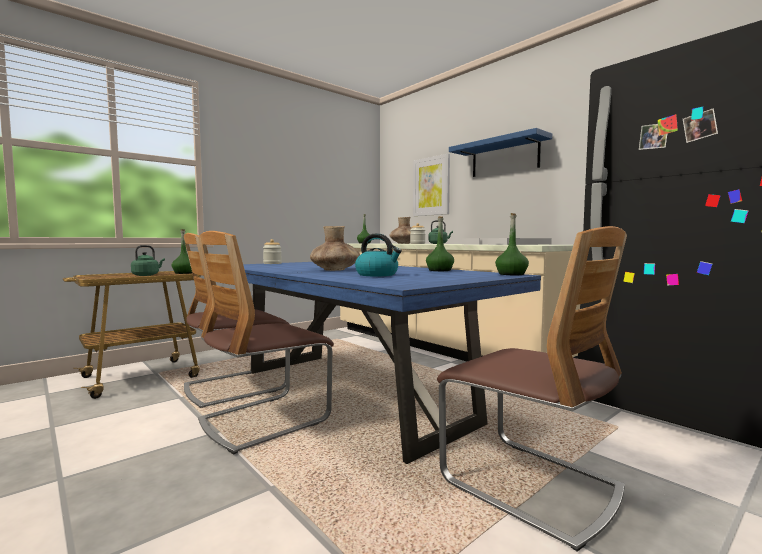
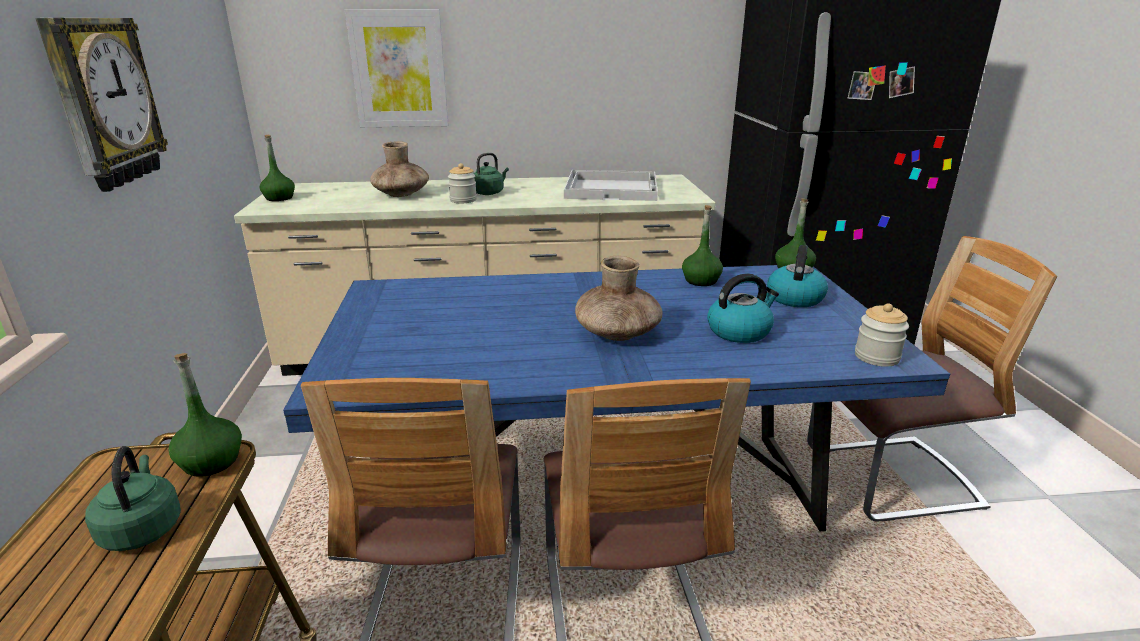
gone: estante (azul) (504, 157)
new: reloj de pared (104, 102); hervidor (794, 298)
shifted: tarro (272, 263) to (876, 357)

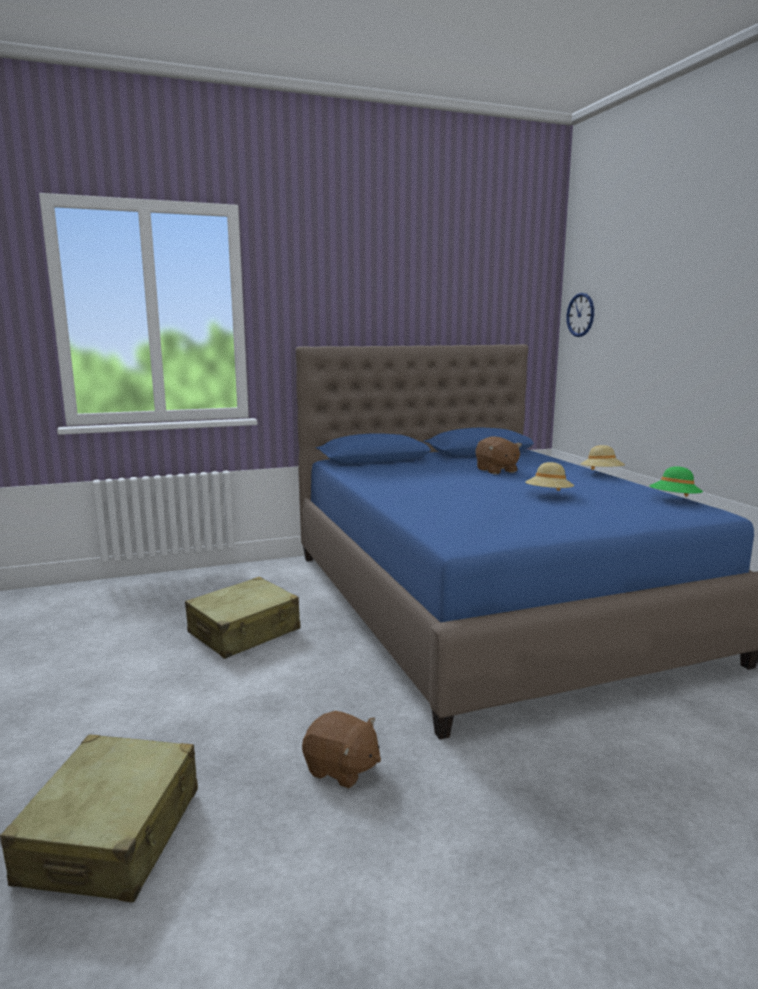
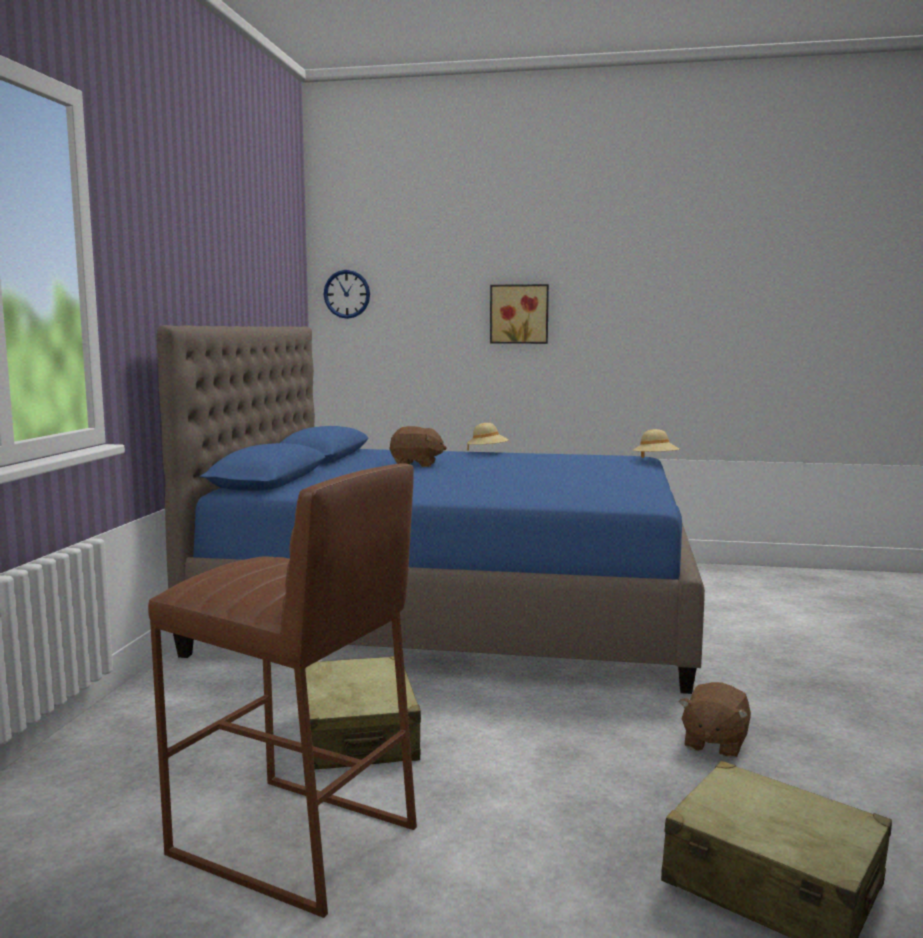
gone: sombrero (verde) (674, 500)
new: taburete (marrón) (293, 842); cuadro (519, 314)
shifted: sombrero (beis) (548, 495) to (655, 461)
rotated: peluche (marrón) (341, 769) = (714, 743) 150 degrees clockwise

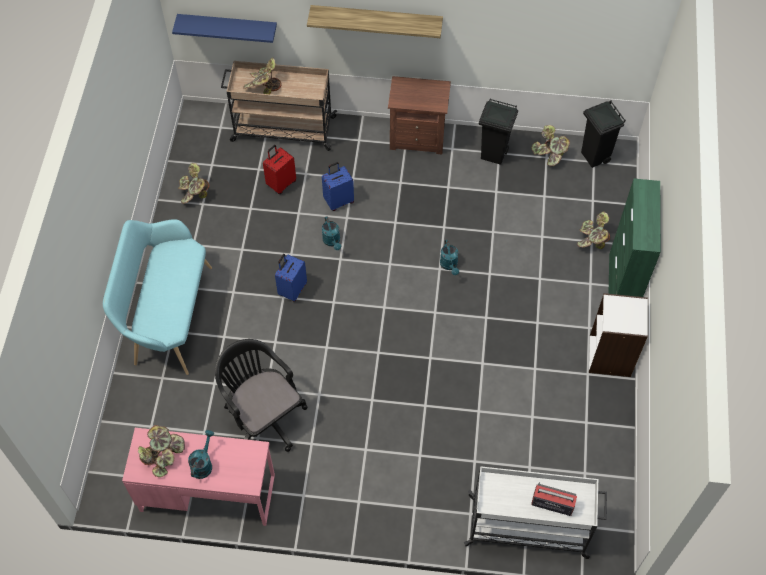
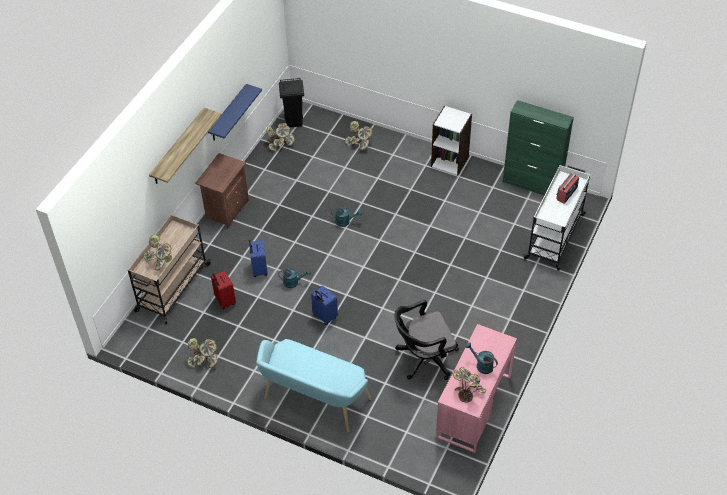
gone: papelera (negro) (494, 154)
shifted: estante (azul) (228, 26) to (228, 113); armario (verde) (620, 288) to (532, 184)

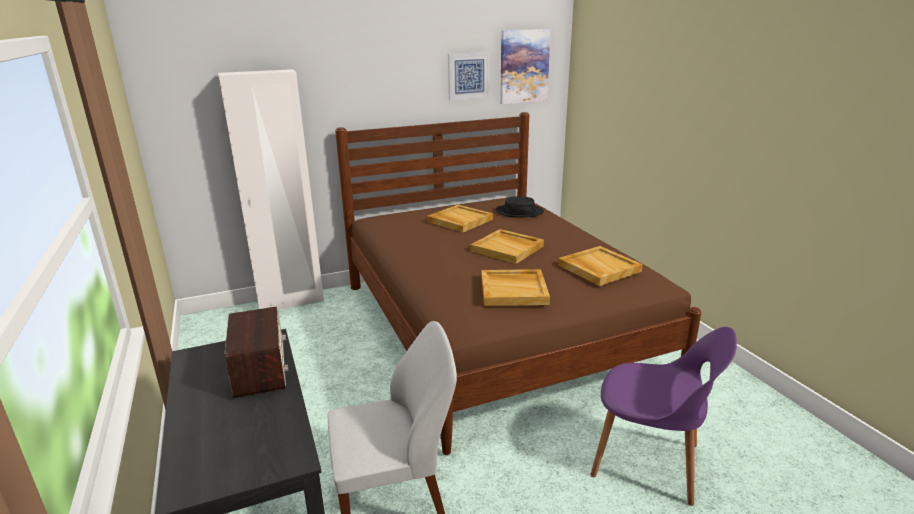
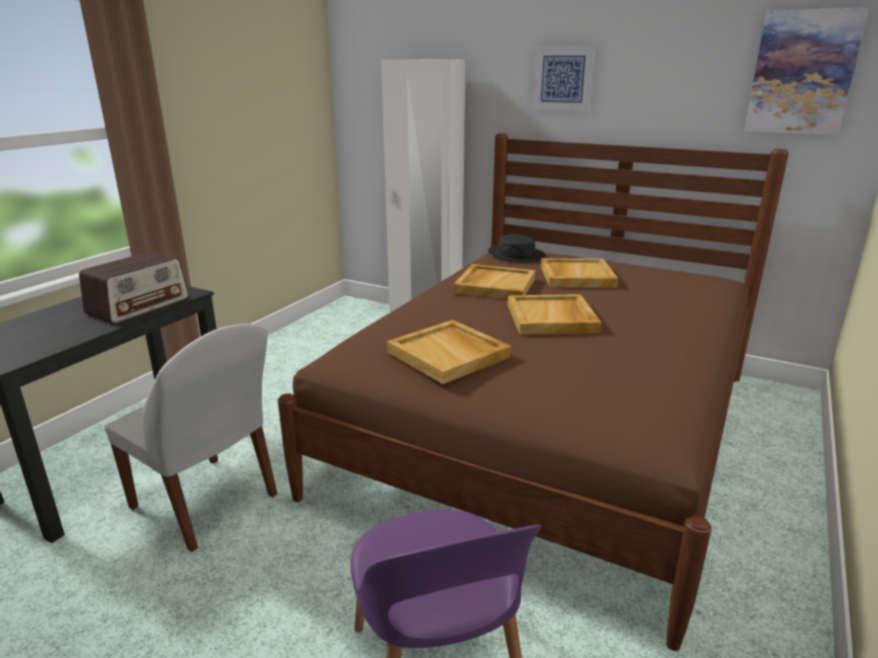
shifted: cuadro (468, 76) to (563, 78); sombrero (negro) (519, 212) to (516, 254); bandeja (beis) (598, 268) to (494, 285)

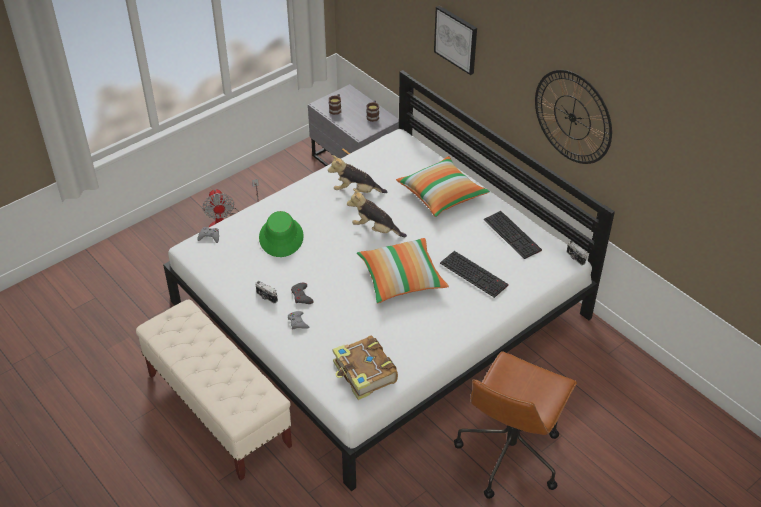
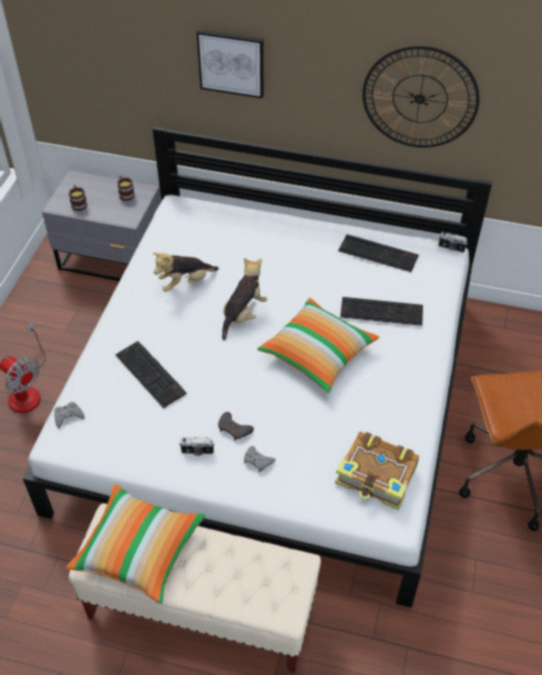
shifted: cojín (442, 195) to (139, 550)
swapped: sombrero (verde) (281, 237) to teclado (152, 374)
rotated: peluche (375, 229) = (243, 314) 135 degrees clockwise

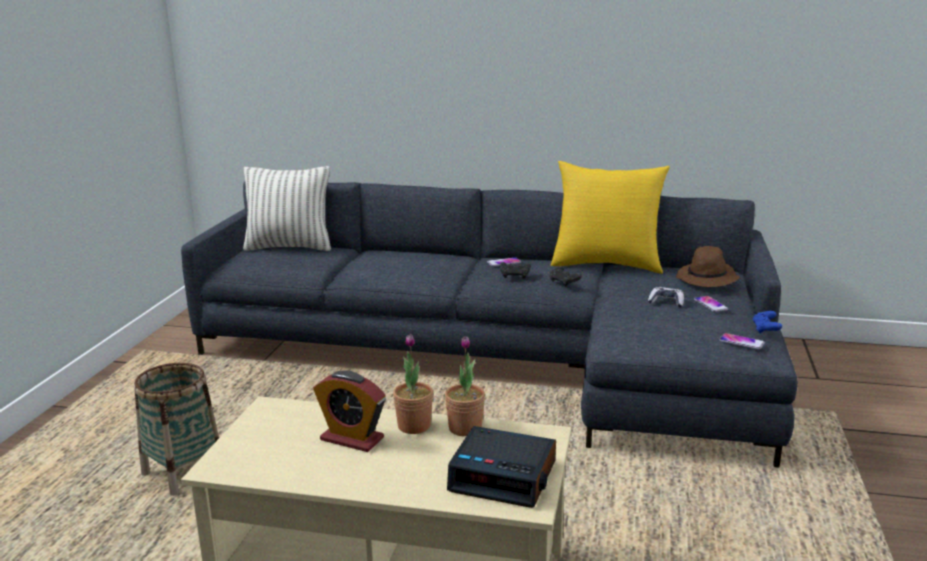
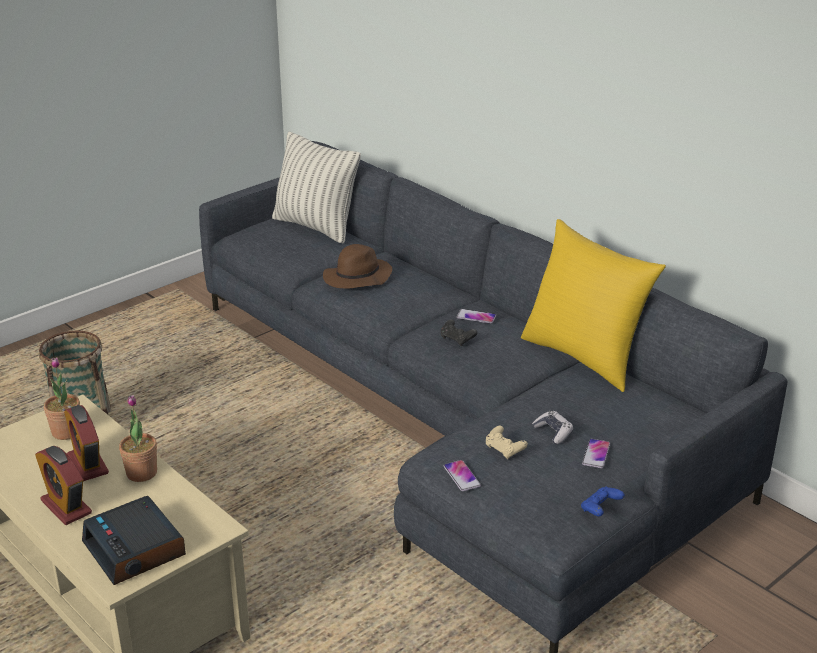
gone: mando de consola (negro) (564, 283)
new: despertador (66, 507); mando de consola (beis) (504, 450)
shifted: planta en maceta (465, 428) to (66, 432); sombrero (marrón) (707, 279) to (357, 278); móvil (741, 342) to (462, 476)

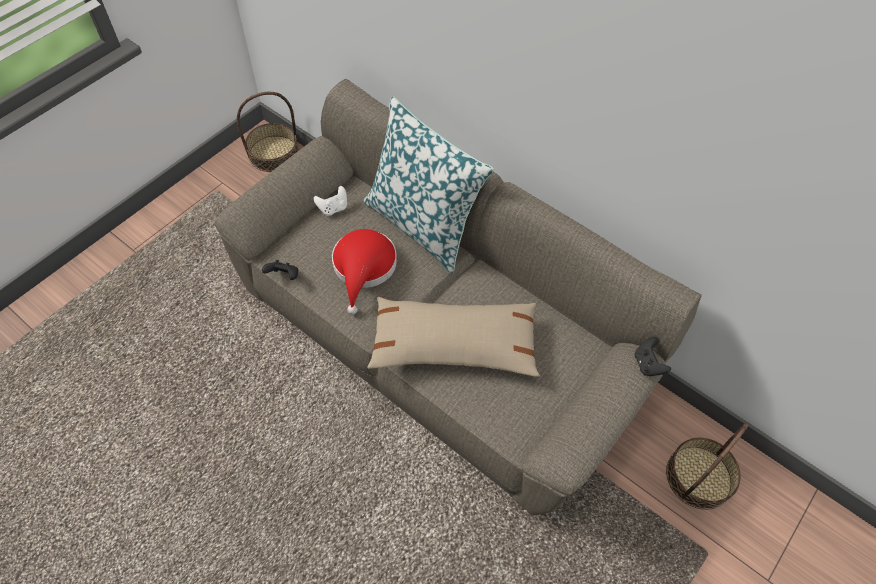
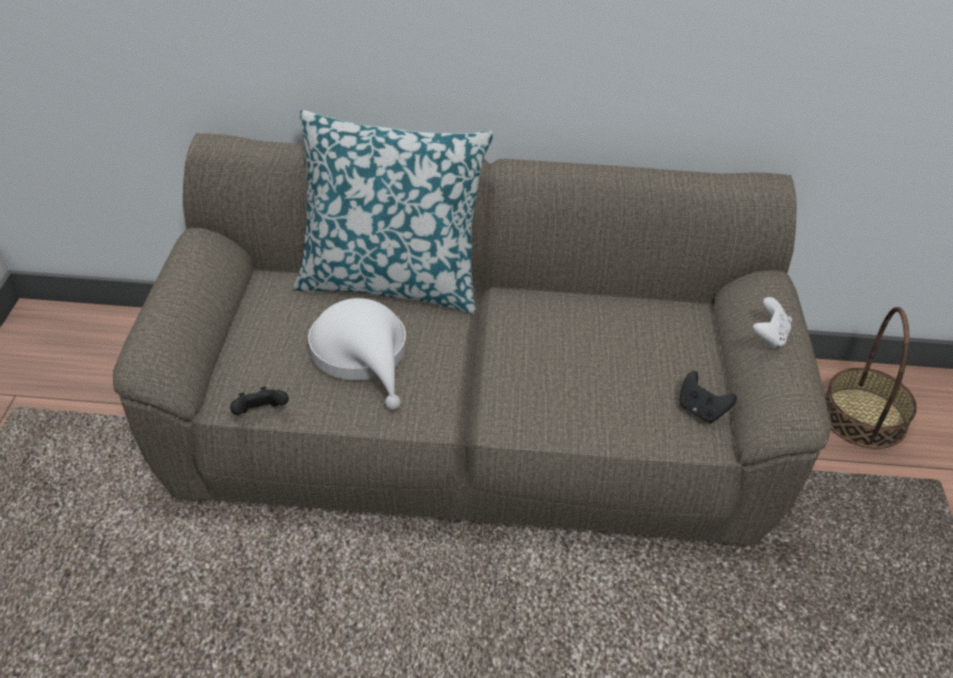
gone: cesta (273, 153); cojín (beis) (453, 344)
shifted: mando de consola (blanco) (333, 208) to (769, 337); mando de consola (negro) (647, 364) to (701, 410)
repainted: sombrero (rojo) (364, 268) to sombrero (blanco) (362, 356)

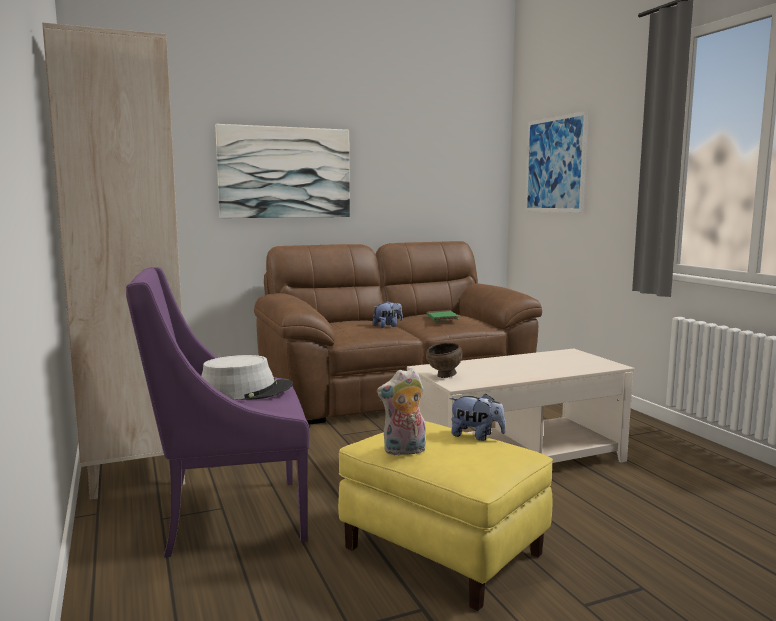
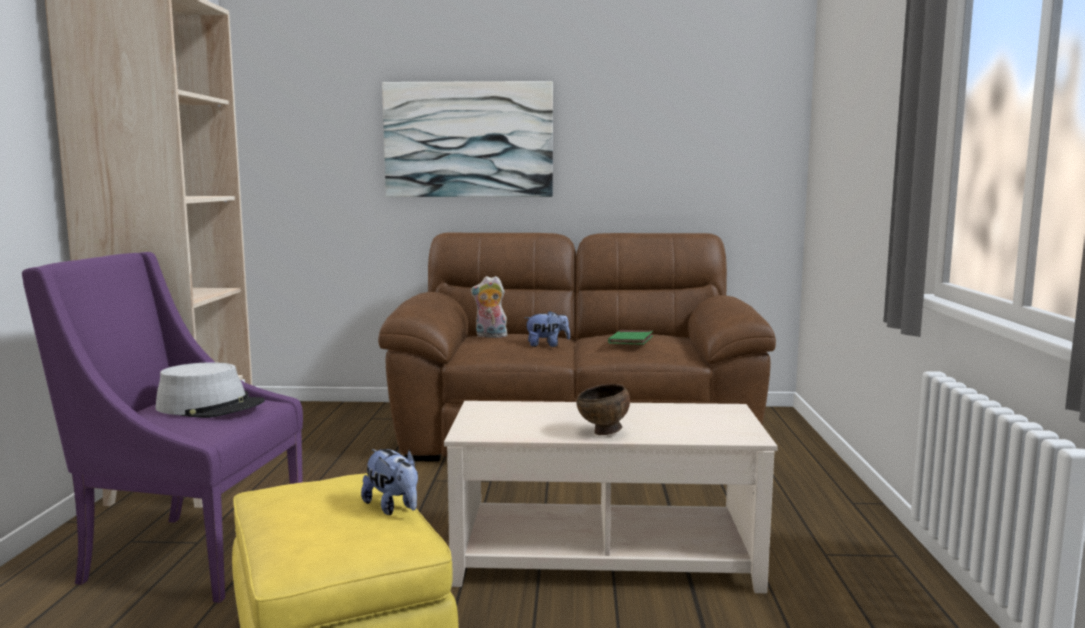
gone: cuadro (554, 164)
shifted: peluche (404, 451) to (490, 336); cuenco (marrón) (444, 376) to (603, 433)

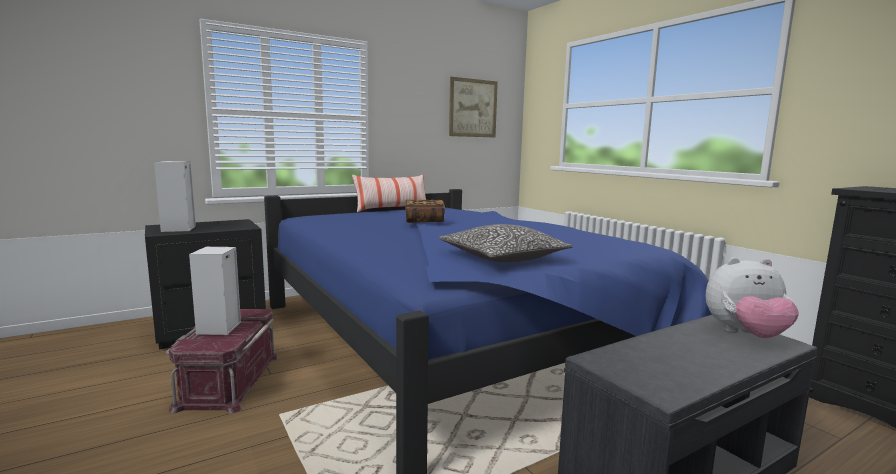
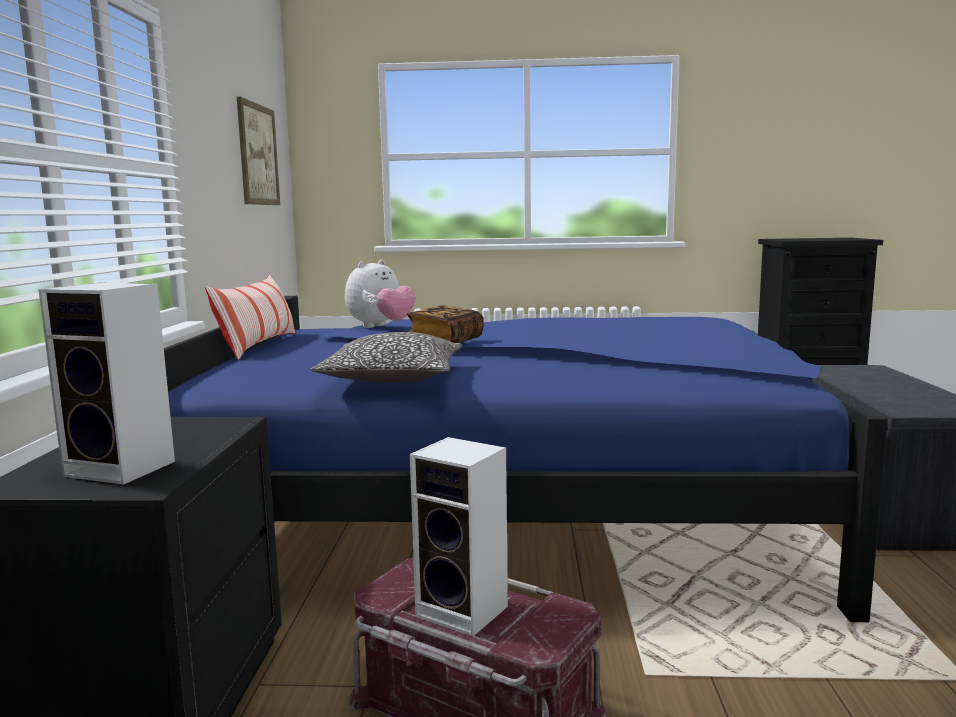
shifted: cojín (503, 257) to (393, 378); peluche (745, 335) to (381, 327)

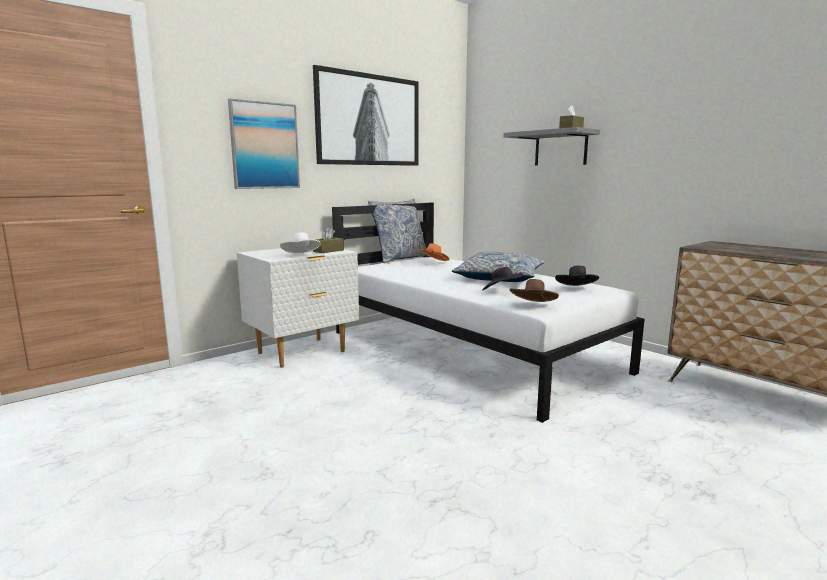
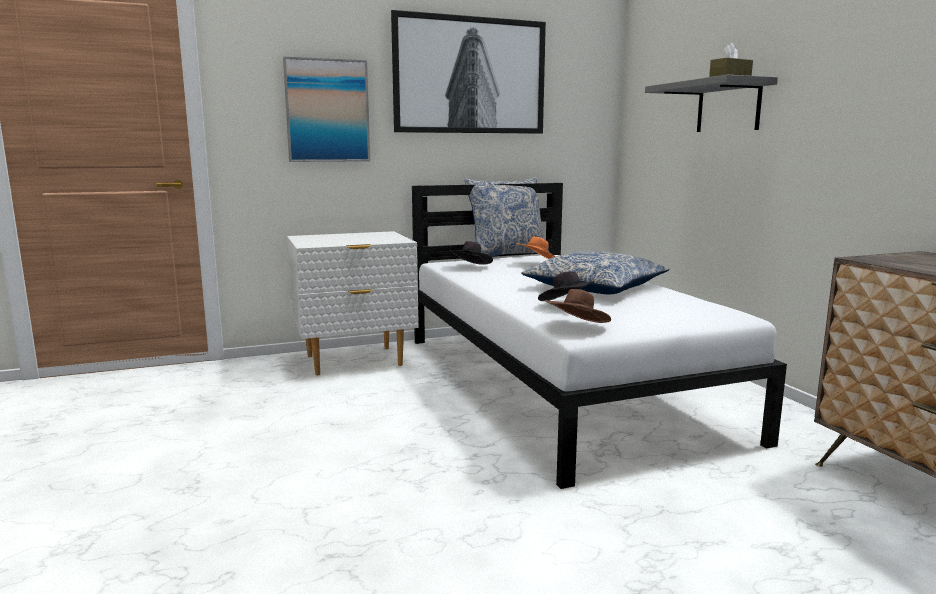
gone: sombrero (blanco) (301, 256); caja de pañuelos (marrón) (328, 251)
shifted: sombrero (negro) (576, 289) to (471, 267)

